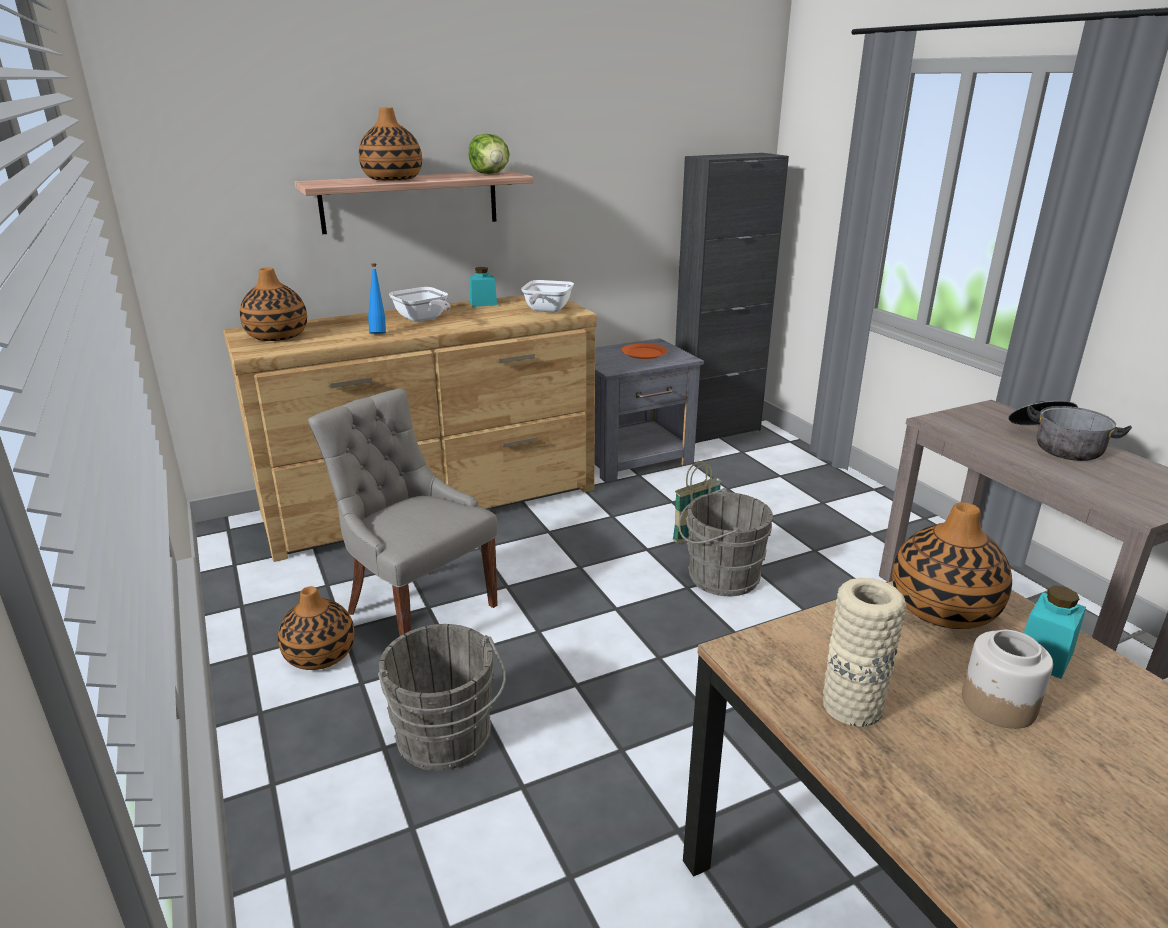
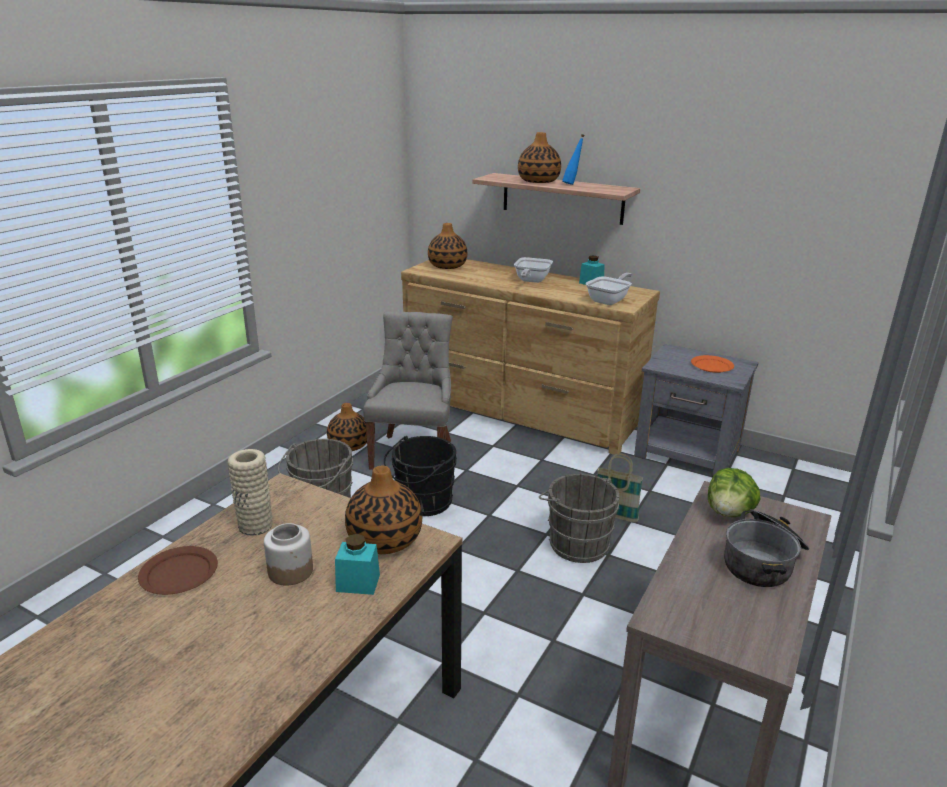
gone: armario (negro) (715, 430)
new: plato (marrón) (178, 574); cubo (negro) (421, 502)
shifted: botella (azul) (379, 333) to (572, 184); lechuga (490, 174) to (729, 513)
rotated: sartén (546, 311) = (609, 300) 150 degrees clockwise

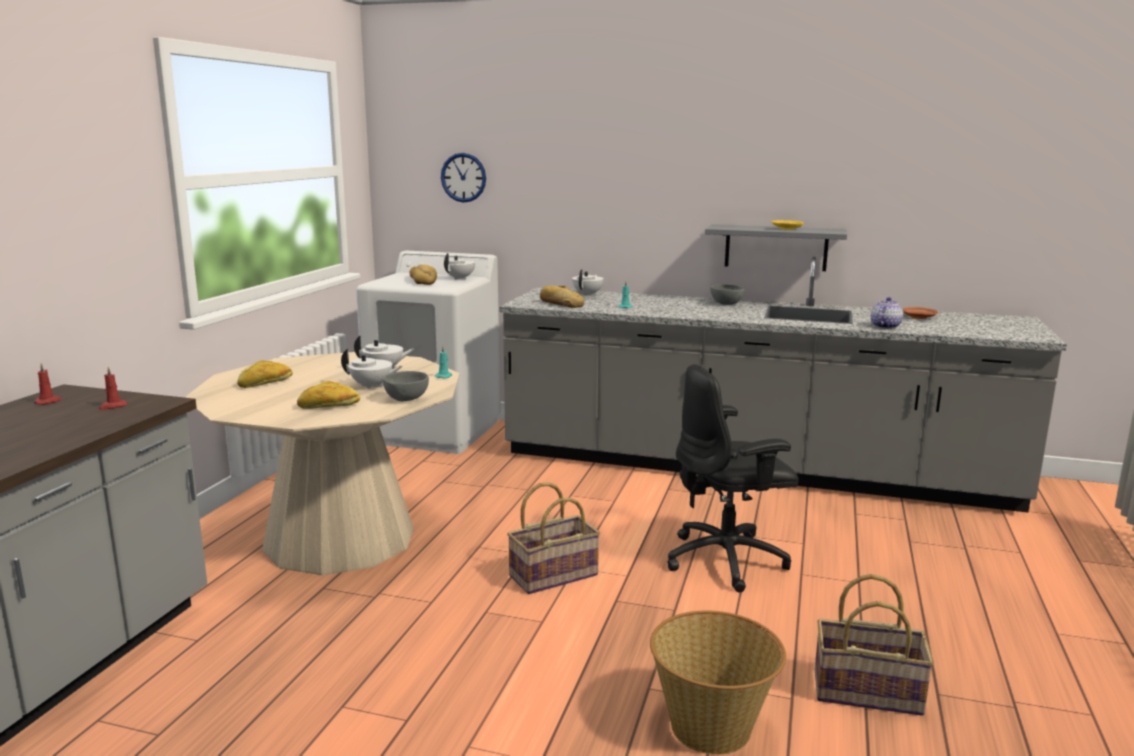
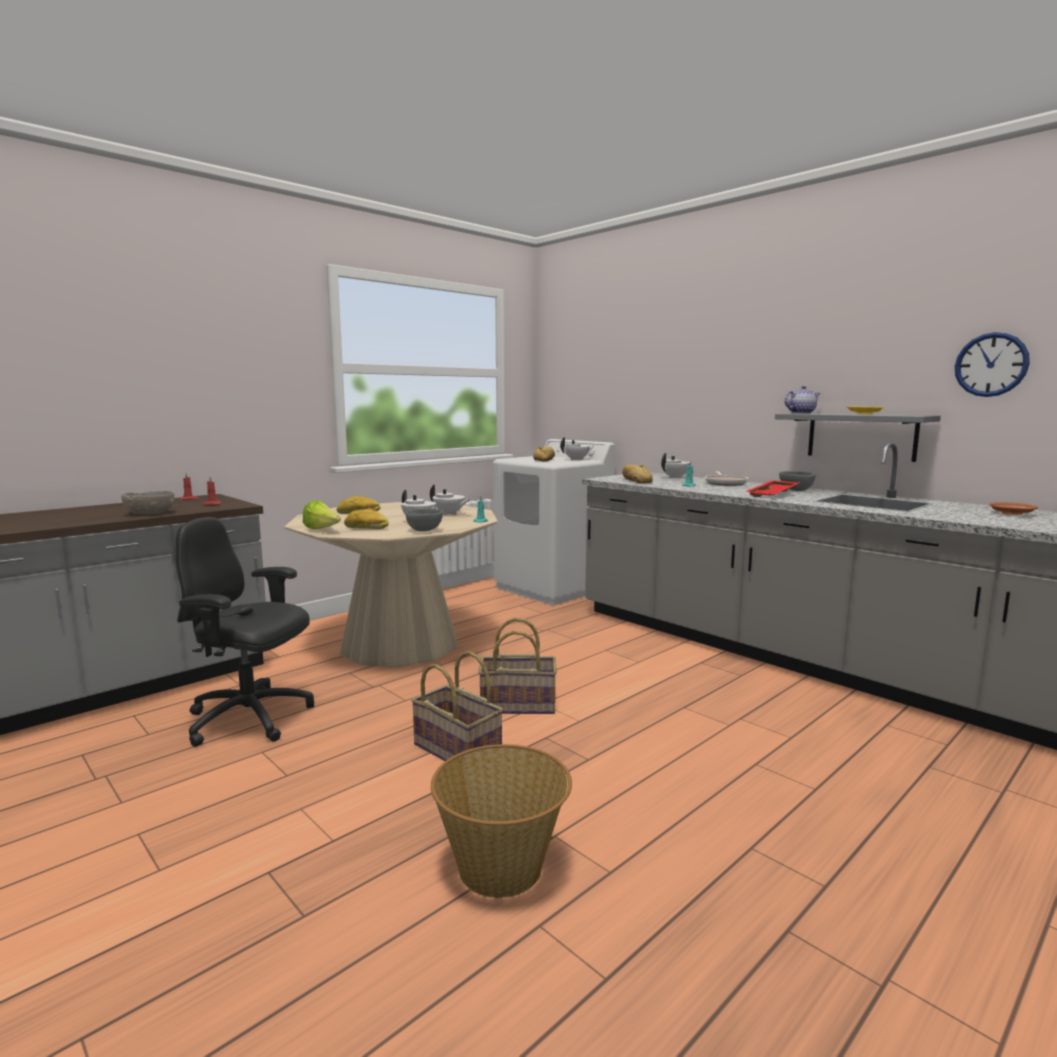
new: cuenco (gris) (150, 513); lechuga (322, 530); sartén (725, 483); bandeja (rojo) (773, 495)
shifted: reloj de pared (463, 177) to (991, 364); silla de oficina (negro) (727, 560) to (250, 719); cesta (867, 691) to (459, 750); tetera (885, 326) to (801, 413)

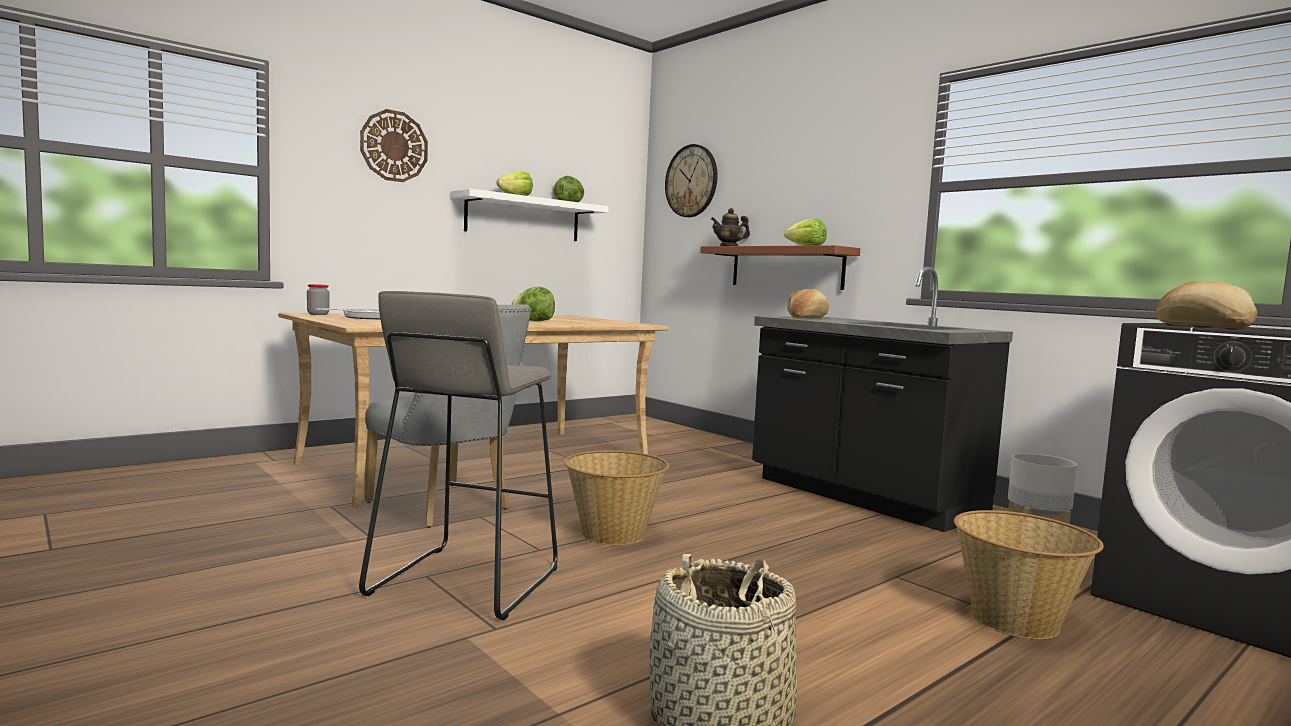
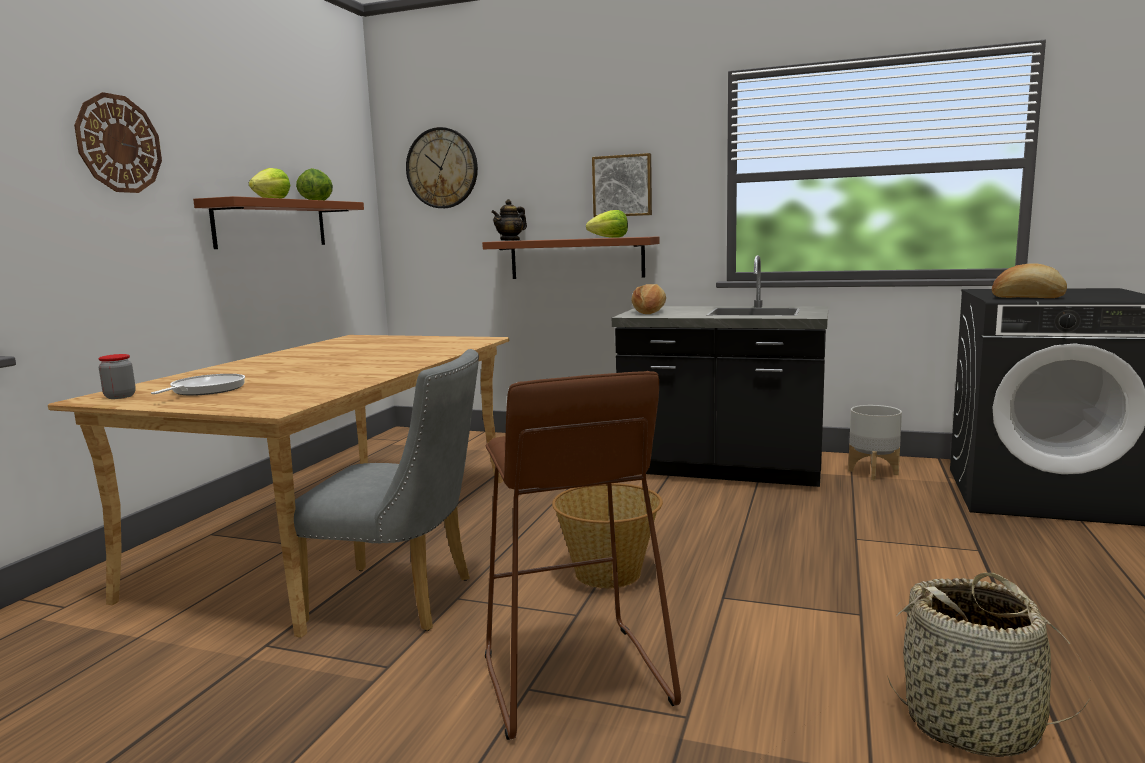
gone: lechuga (533, 321); cesta (1016, 621)
new: cuadro (622, 186)
repainted: taburete (gris) (464, 581) to taburete (marrón) (573, 679); estante (blanco) (523, 218) to estante (marrón) (271, 224)

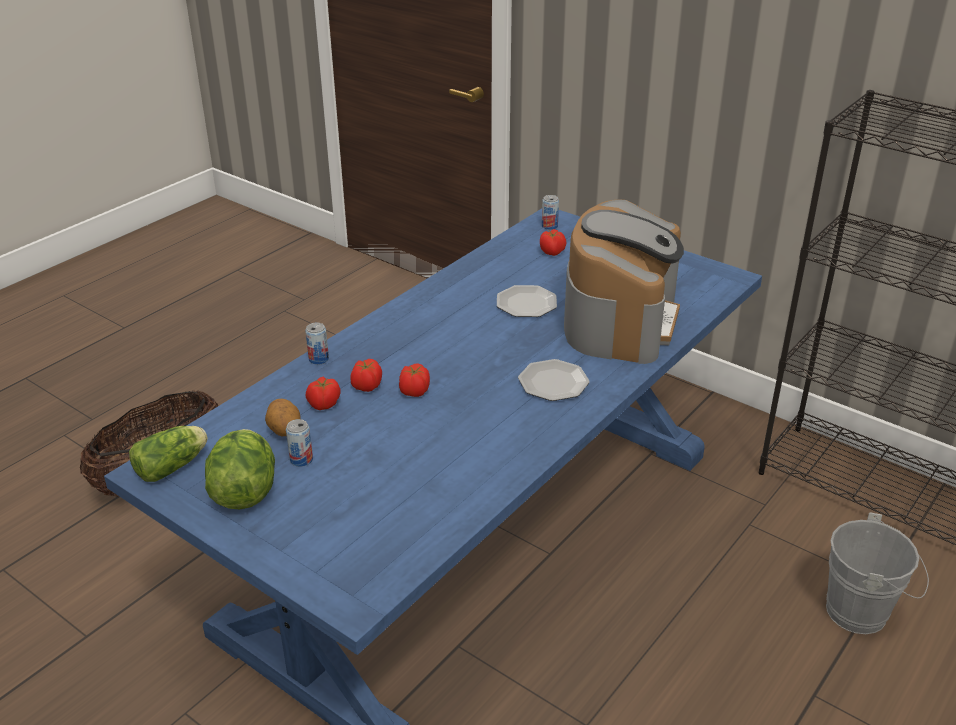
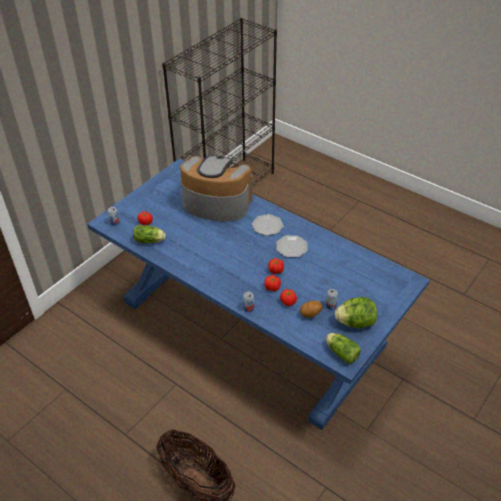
gone: cubo (gris) (863, 613)
new: lechuga (150, 240)
shifted: plato (526, 303) to (291, 247)

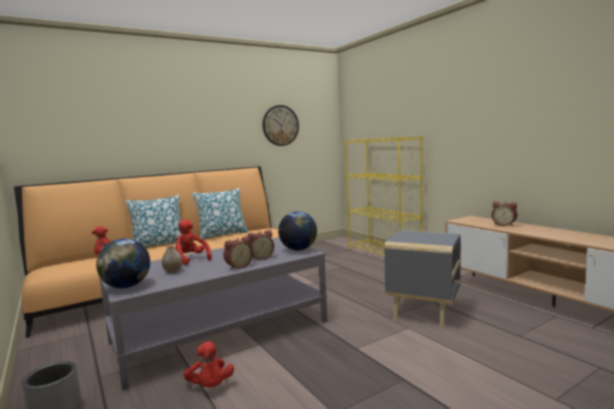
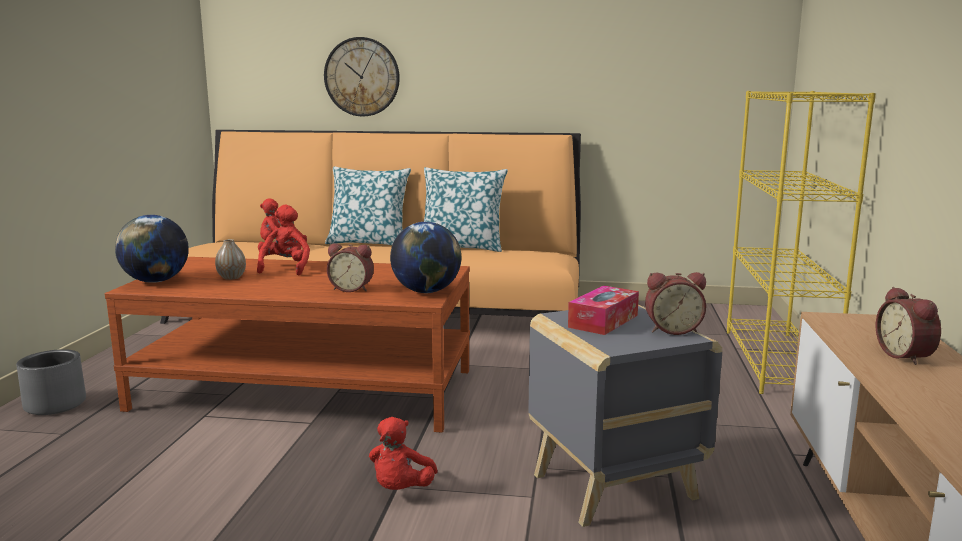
new: caja de pañuelos (603, 321)
shifted: peluche (rojo) (210, 386) to (401, 489); despertador (238, 266) to (672, 330); reloj de pared (280, 125) to (362, 77)
repainted: mesa de centro (gris) (221, 332) to mesa de centro (marrón) (307, 390)

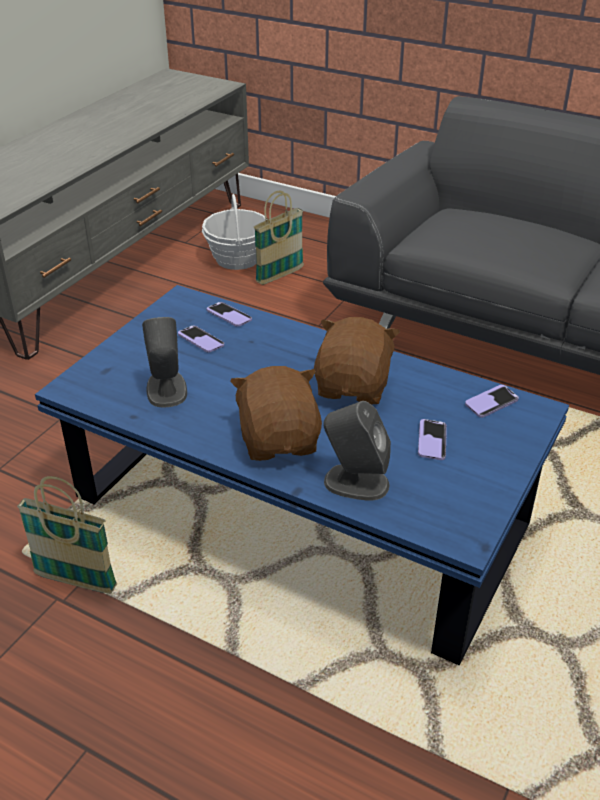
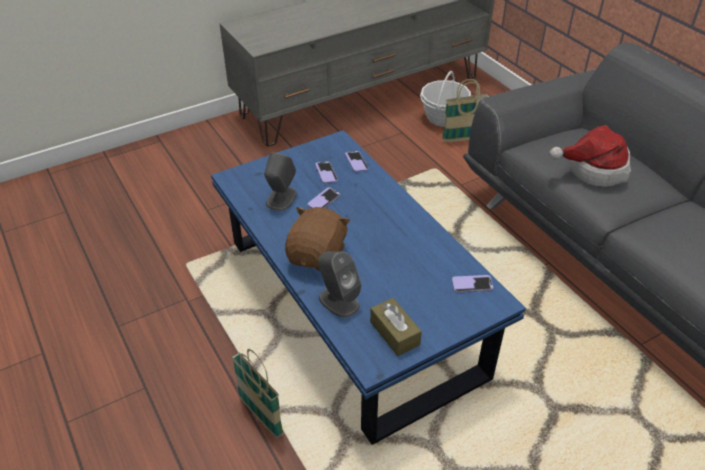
gone: peluche (marrón) (354, 387)
new: caja de pañuelos (marrón) (394, 333); sombrero (593, 169)
shifted: cesta (76, 581) to (261, 417); móvil (432, 441) to (324, 200)

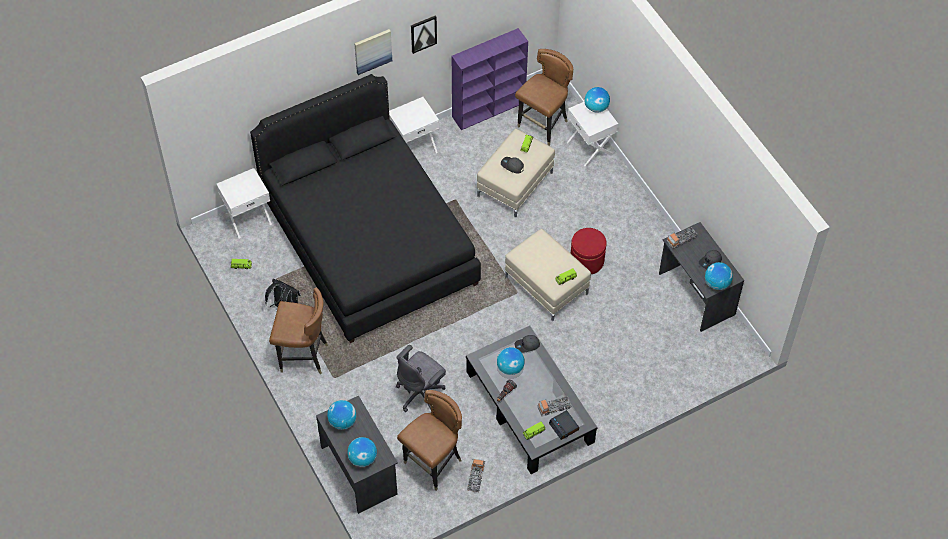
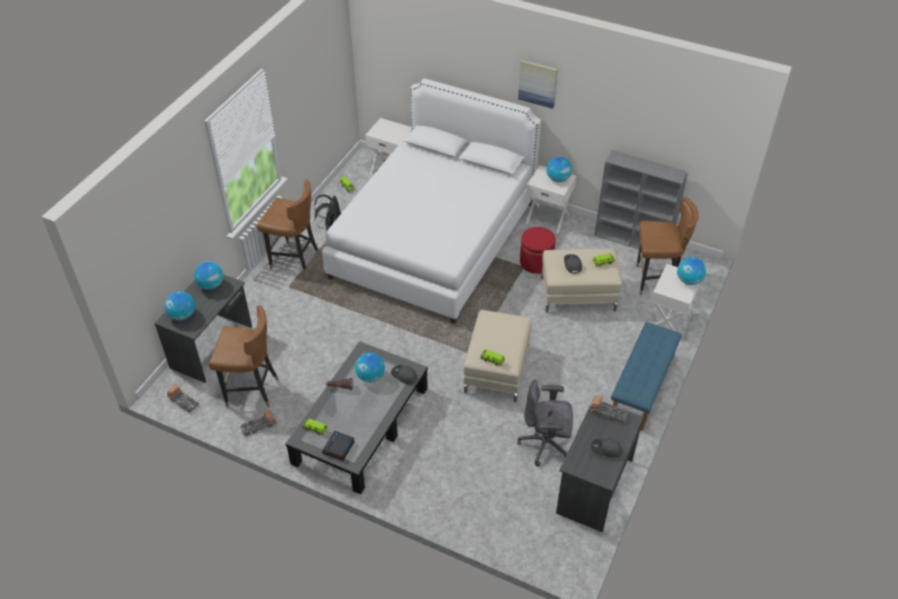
gone: cuadro (423, 33)
new: banco (azul) (642, 387)
shifted: silla de oficina (gris) (421, 393) to (545, 444); camión de juguete (554, 407) to (184, 402); puf (rojo) (587, 261) to (536, 262); globo terráqueo (717, 283) to (558, 179)
repainted: cama (negro) (368, 241) to cama (blanco) (434, 239); estantería (morado) (489, 109) to estantería (gris) (633, 240)
rotated: silla (marrón) (303, 356) = (294, 259) 45 degrees counterclockwise

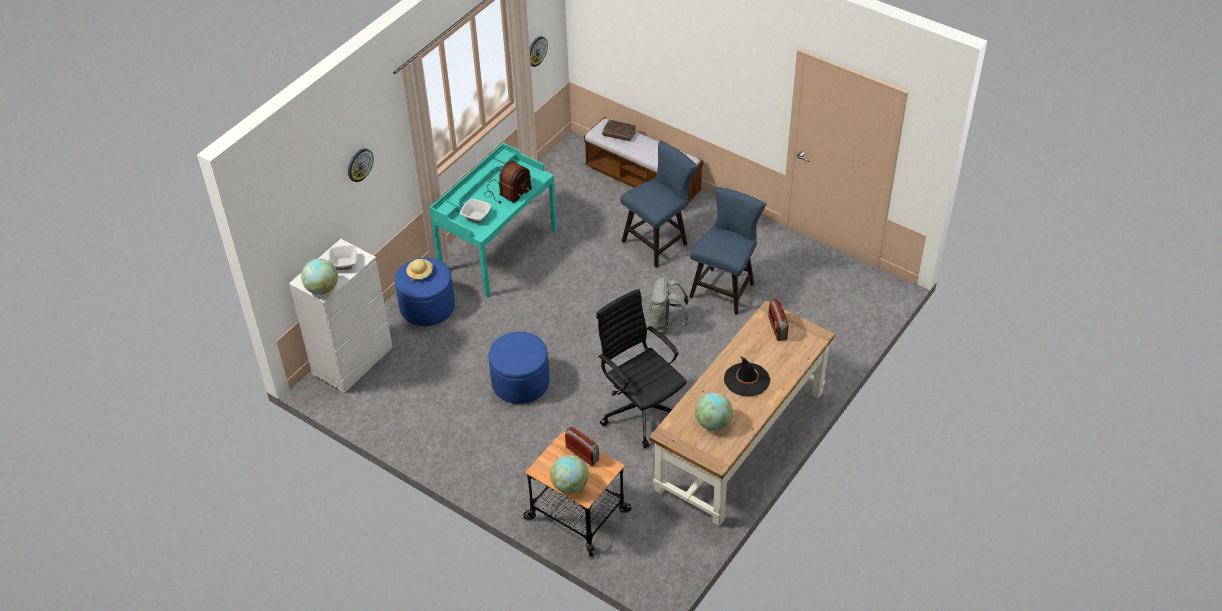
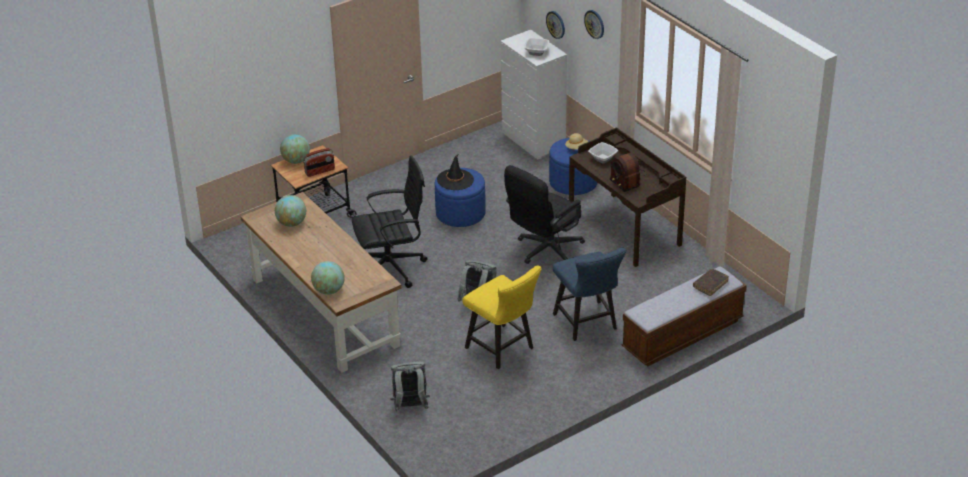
gone: radio (777, 328)
new: mochila (gris) (410, 407); silla de oficina (negro) (544, 250)
shifted: globo terráqueo (322, 289) to (329, 290); reloj de pared (536, 51) to (556, 24); sombrero (negro) (746, 379) to (455, 180)
repainted: escritorio (turquesa) (497, 250) to escritorio (marrón) (625, 229); silla (azul) (725, 288) to silla (amarillo) (503, 349)

